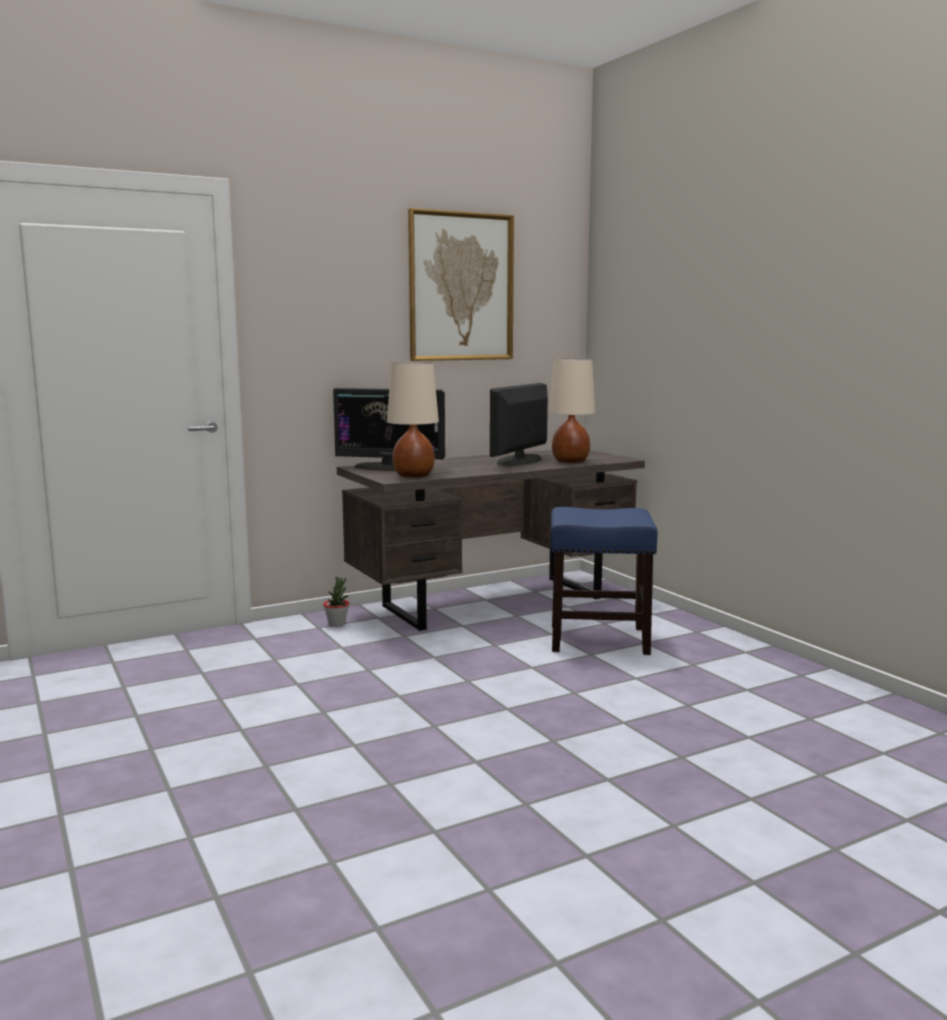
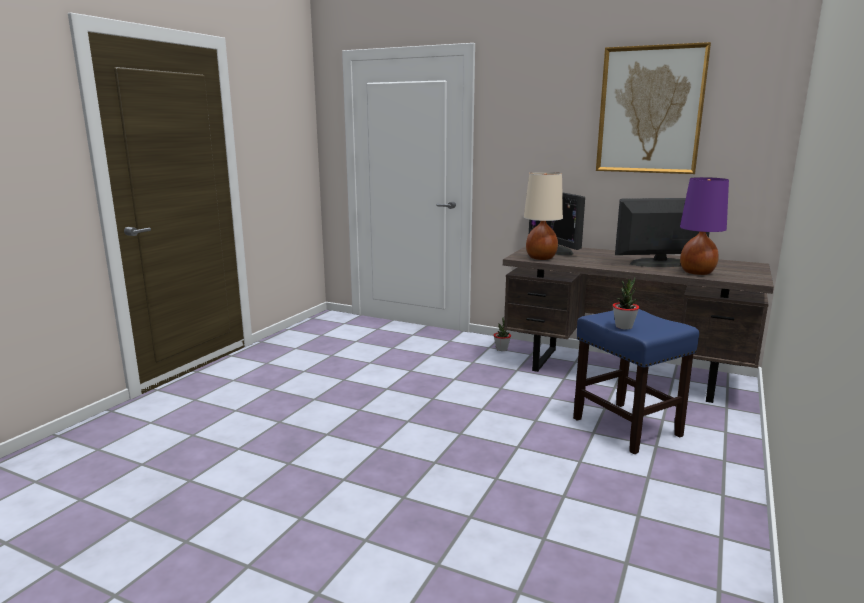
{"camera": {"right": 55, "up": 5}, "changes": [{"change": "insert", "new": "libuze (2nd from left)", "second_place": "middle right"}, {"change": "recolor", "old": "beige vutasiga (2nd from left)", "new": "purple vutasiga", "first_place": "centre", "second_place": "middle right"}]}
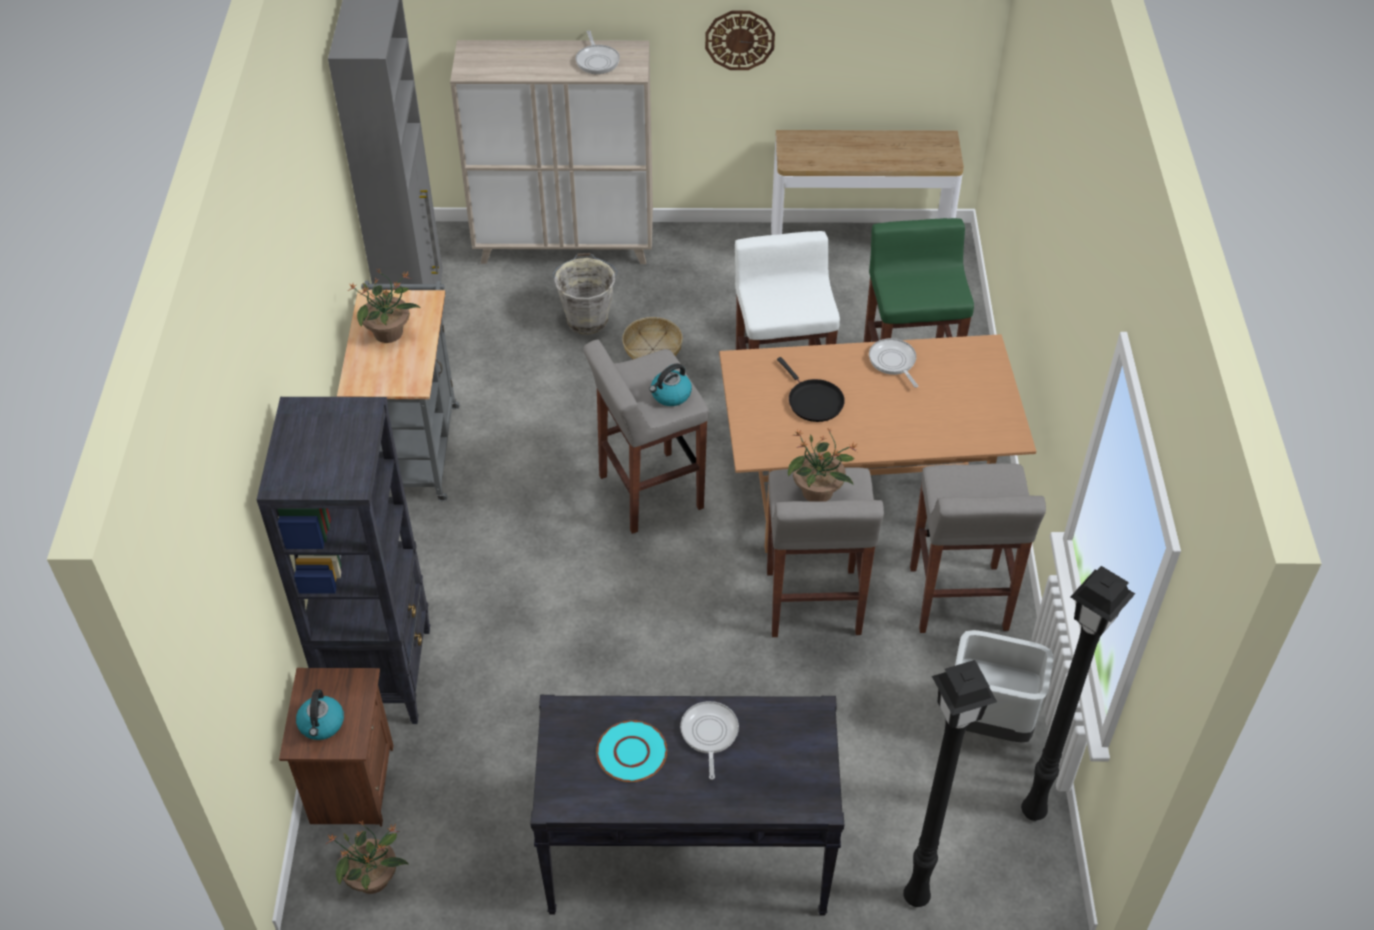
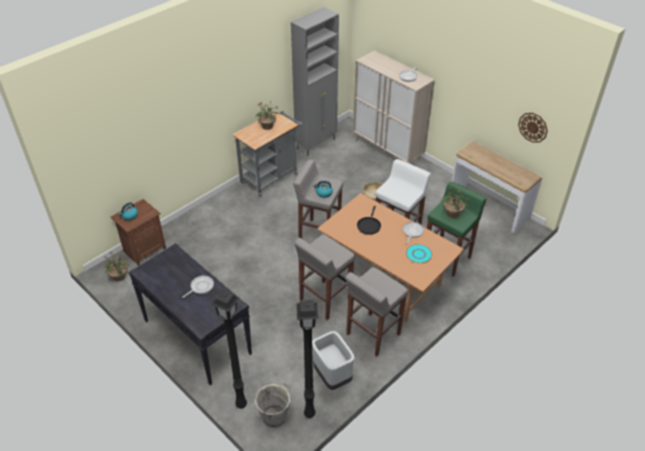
{"camera": {"right": 45, "up": -5}, "changes": [{"change": "delete", "old": "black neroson", "first_place": "middle left"}, {"change": "move", "old": "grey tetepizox", "first_place": "top centre", "second_place": "bottom centre"}, {"change": "move", "old": "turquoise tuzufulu", "first_place": "bottom centre", "second_place": "centre"}, {"change": "move", "old": "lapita", "first_place": "top centre", "second_place": "top right"}, {"change": "move", "old": "libuze (3rd from left)", "first_place": "centre", "second_place": "middle right"}]}
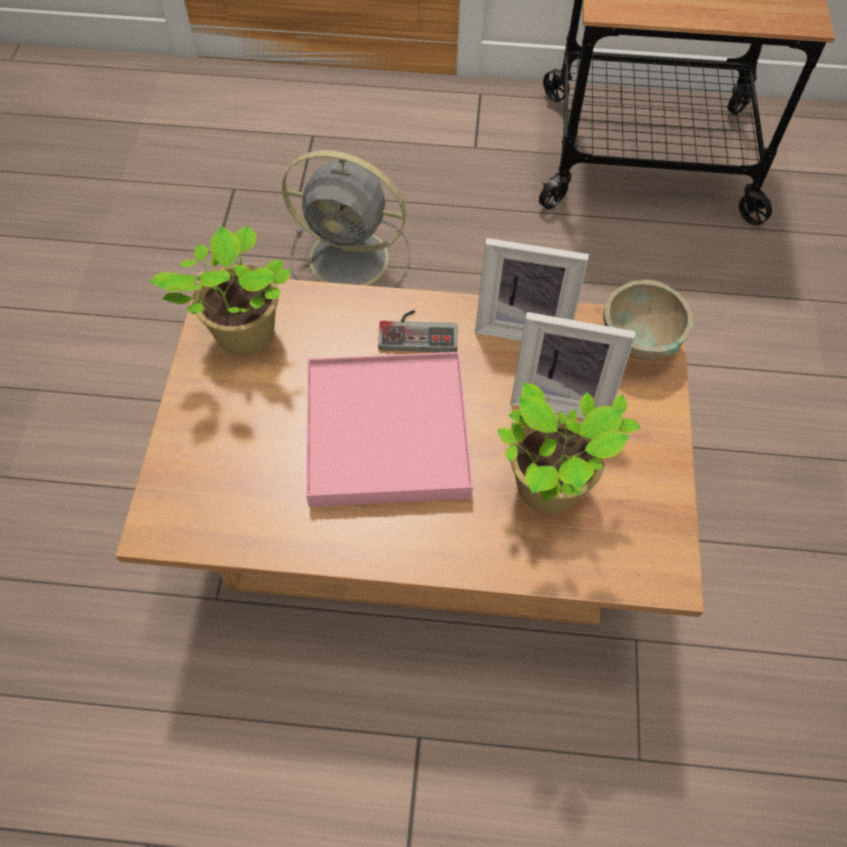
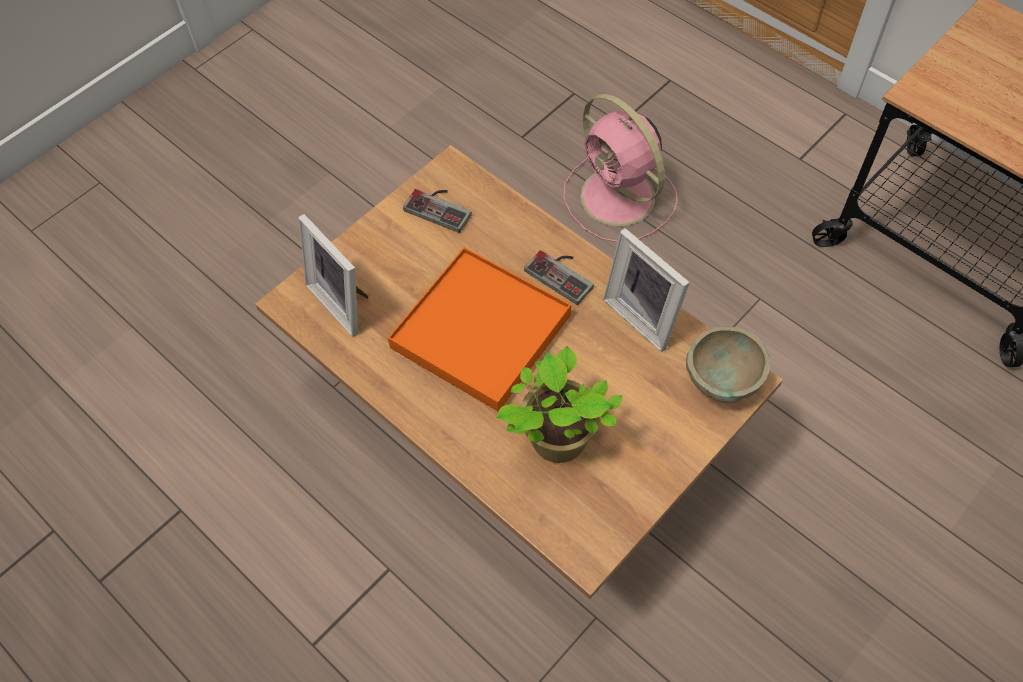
{"camera": {"right": 40, "up": 0}, "changes": [{"change": "move", "old": "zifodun (2nd from left in the first image)", "new": "zifodun (1st from left)", "first_place": "middle right", "second_place": "middle left"}, {"change": "replace", "old": "libuze (1st from left)", "new": "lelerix (1st from left)", "first_place": "middle left", "second_place": "top centre"}, {"change": "recolor", "old": "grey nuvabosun", "new": "pink nuvabosun", "first_place": "top centre", "second_place": "top centre"}, {"change": "recolor", "old": "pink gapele", "new": "orange gapele", "first_place": "centre", "second_place": "centre"}]}
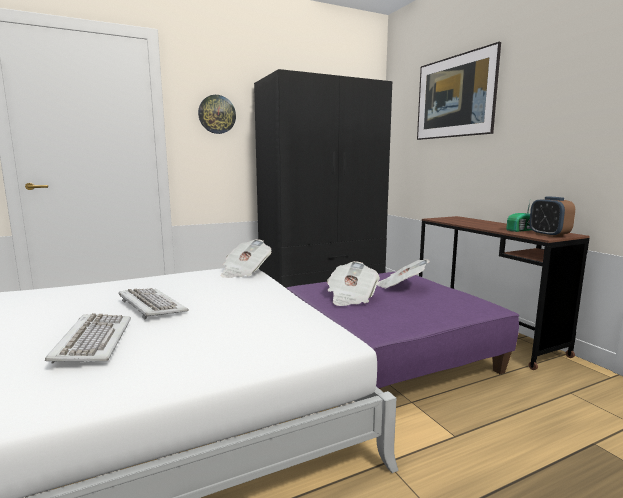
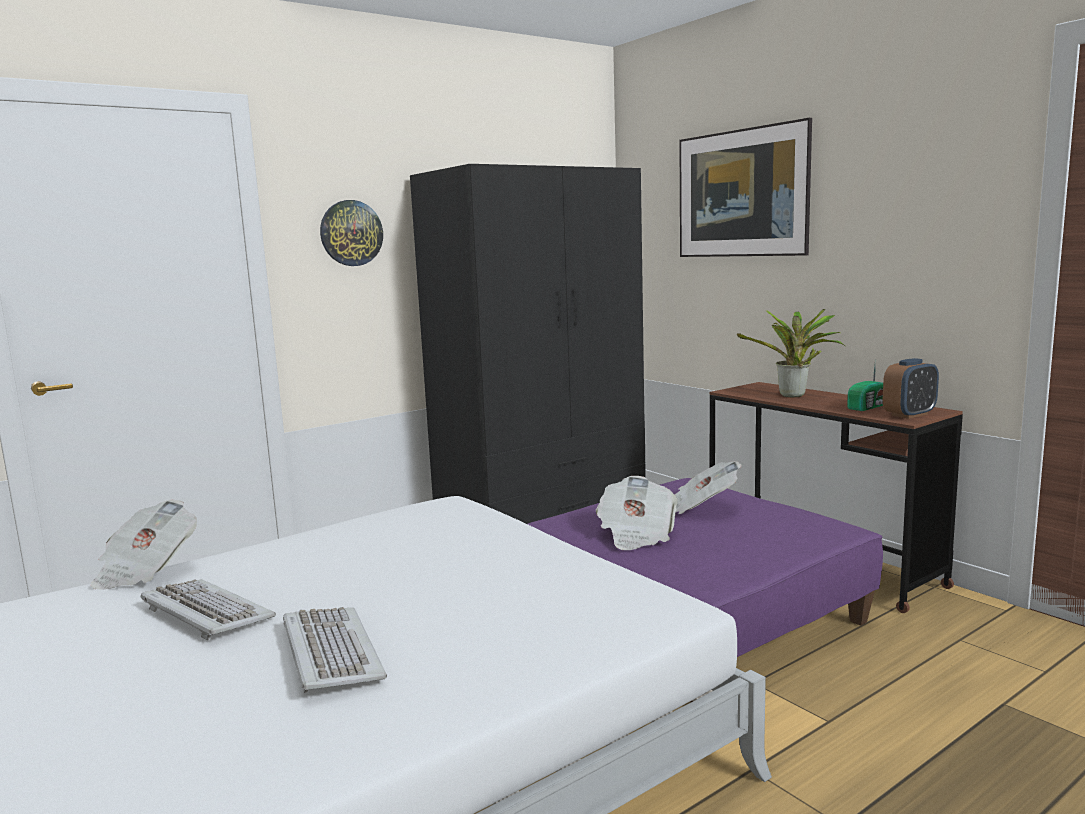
{"camera": {"right": -10, "up": 0}, "changes": [{"change": "insert", "new": "libuze", "second_place": "middle right"}, {"change": "move", "old": "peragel (2nd from left in the first image)", "new": "peragel (1st from left)", "first_place": "middle left", "second_place": "bottom left"}, {"change": "move", "old": "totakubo (1st from left)", "first_place": "centre", "second_place": "bottom left"}, {"change": "rotate", "old": "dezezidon", "first_place": "middle right", "second_place": "middle right", "degrees": -90}]}
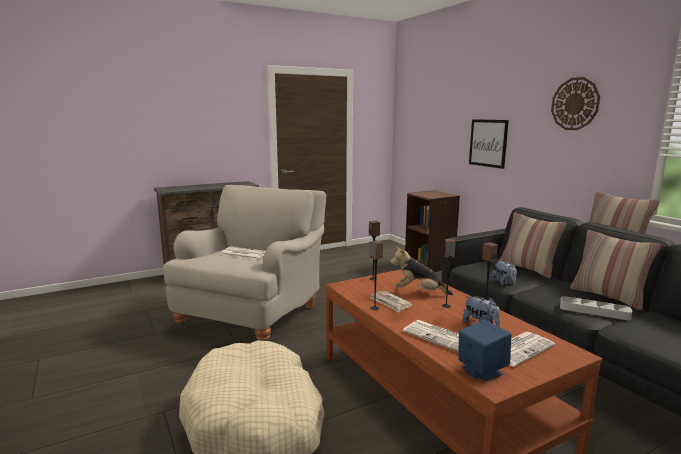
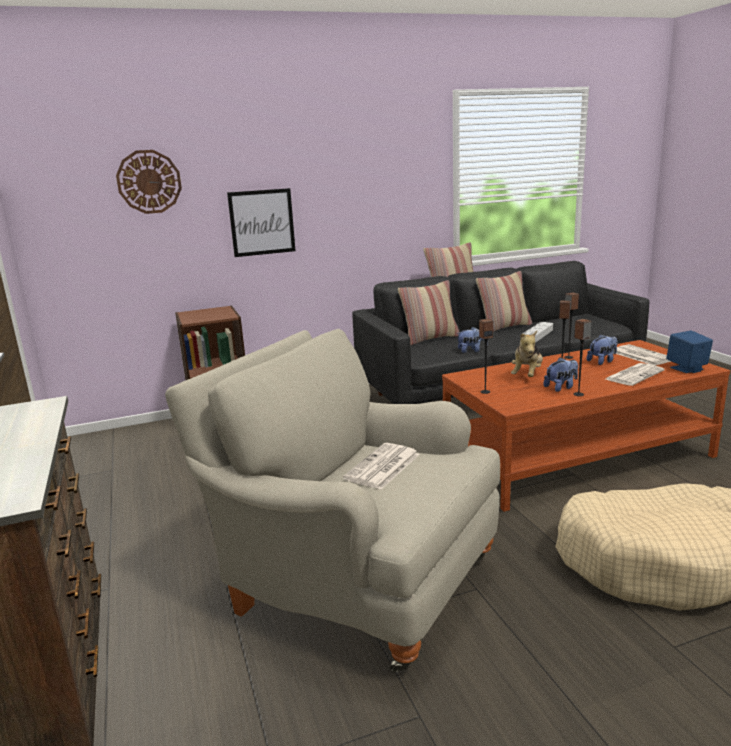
{"camera": {"right": -80, "up": 5}, "changes": [{"change": "move", "old": "lapita", "first_place": "top right", "second_place": "top left"}, {"change": "replace", "old": "totakubo (2nd from left)", "new": "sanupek (3rd from left)", "first_place": "centre", "second_place": "middle right"}]}
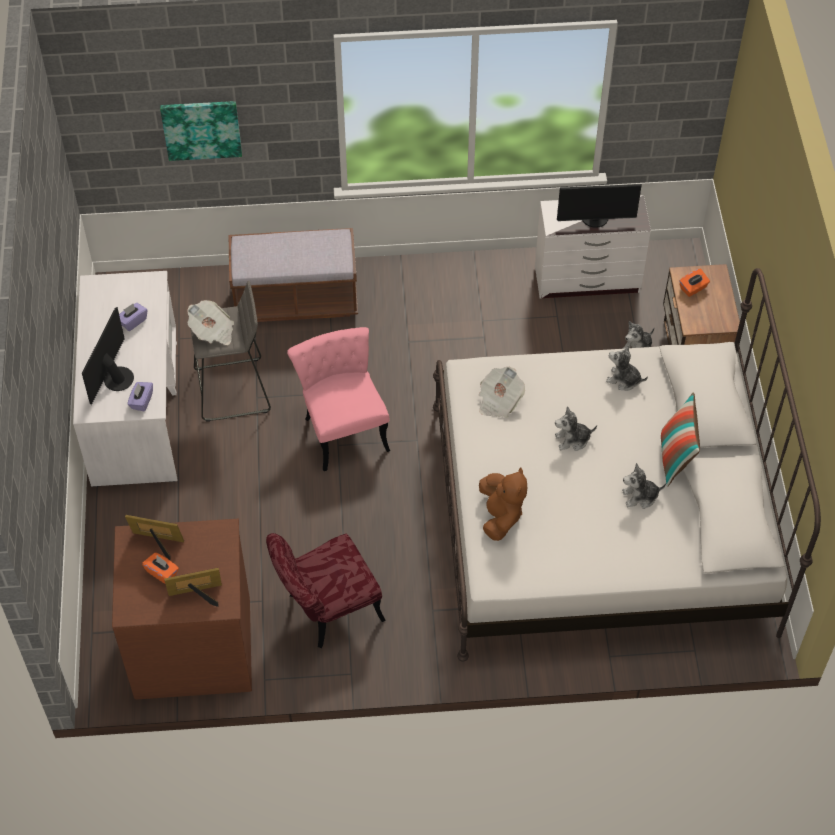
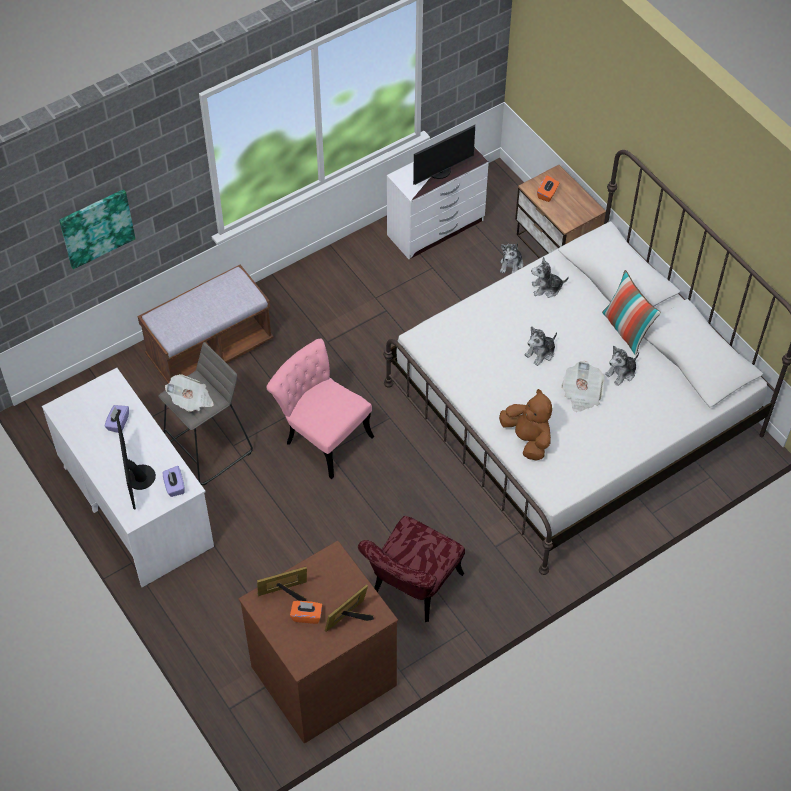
{"camera": {"right": -30, "up": 0}, "changes": [{"change": "move", "old": "totakubo (2nd from left)", "first_place": "centre", "second_place": "middle right"}]}
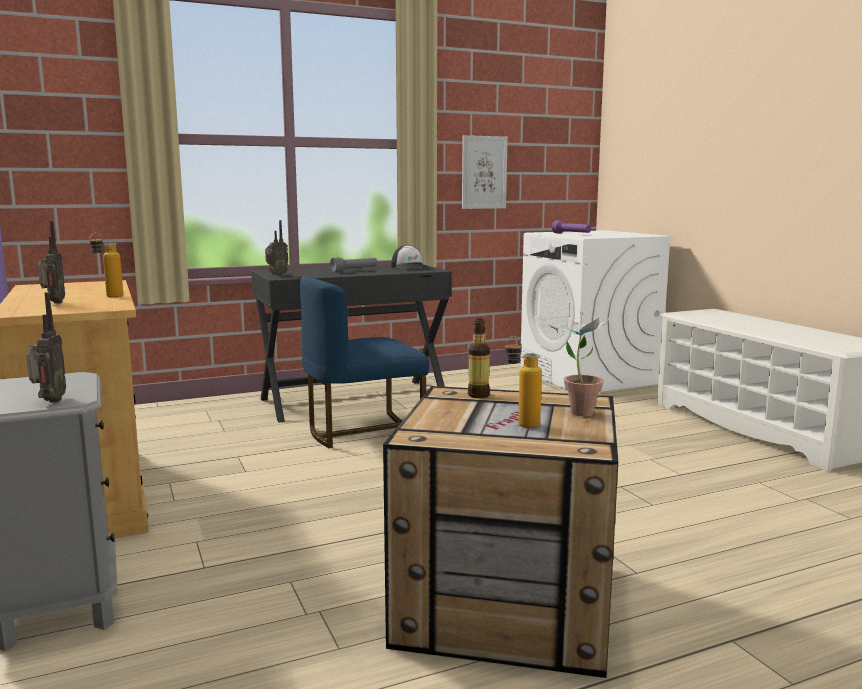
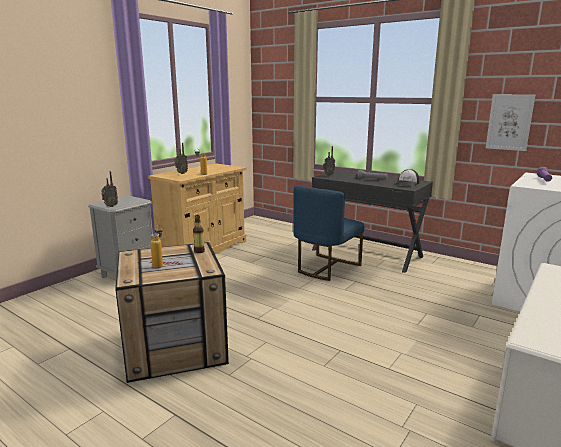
{"camera": {"right": 60, "up": 5}, "changes": [{"change": "delete", "old": "libuze", "first_place": "middle right"}, {"change": "rotate", "old": "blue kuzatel", "first_place": "centre", "second_place": "centre", "degrees": -90}]}
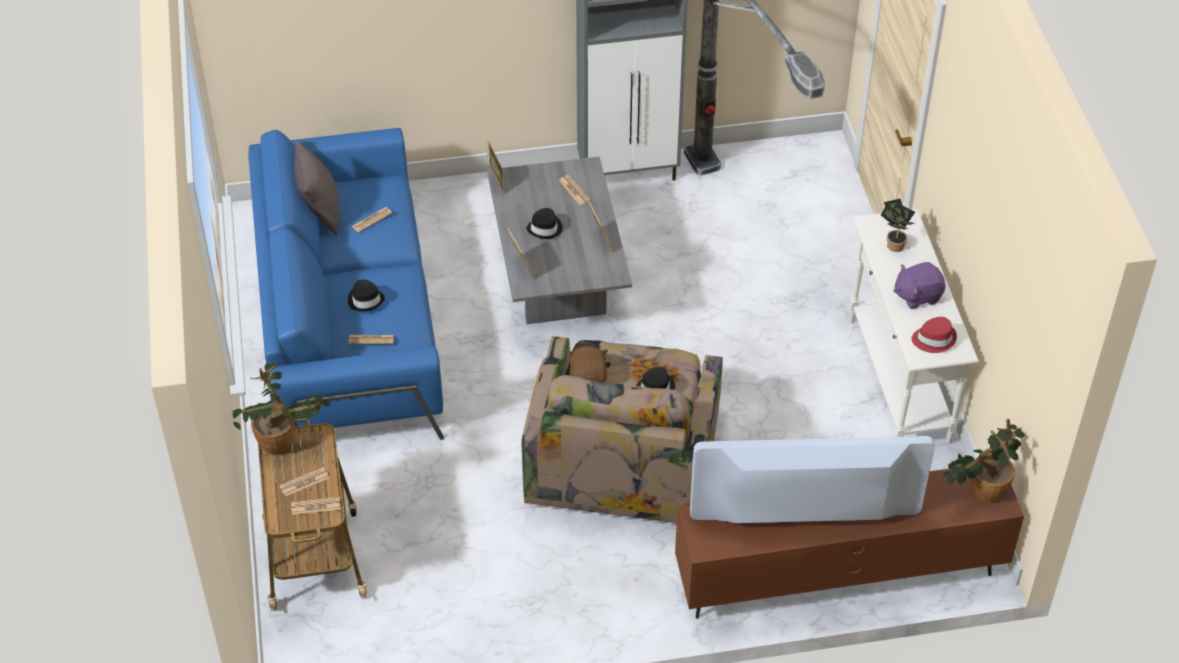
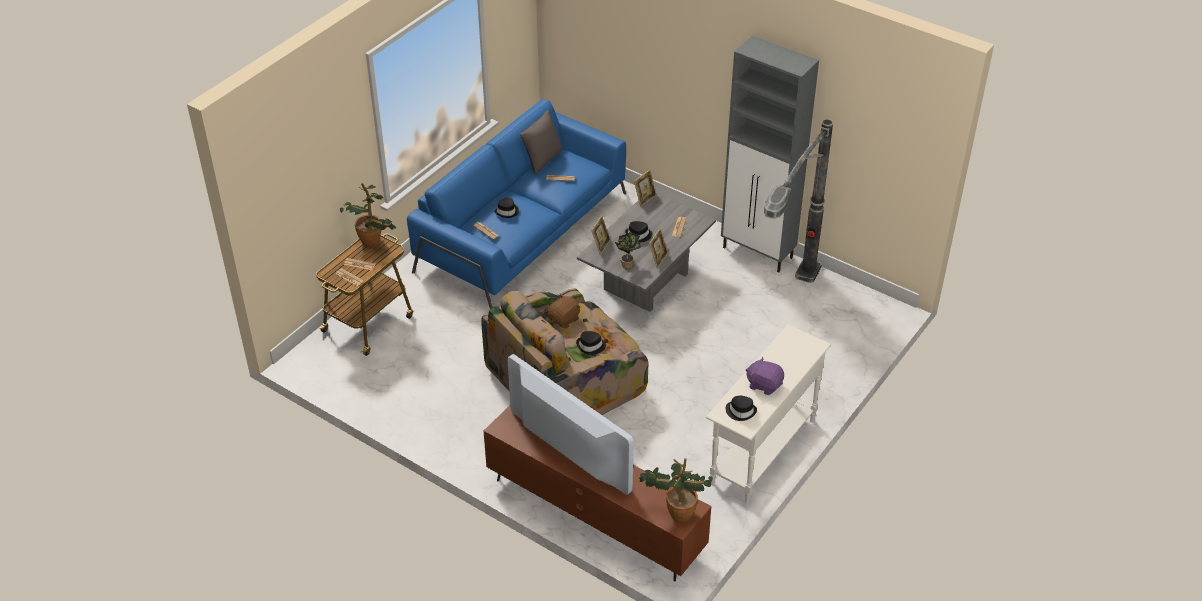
{"camera": {"right": 45, "up": -5}, "changes": [{"change": "move", "old": "libuze (2nd from left)", "first_place": "middle right", "second_place": "centre"}, {"change": "recolor", "old": "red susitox", "new": "black susitox (4th from left)", "first_place": "middle right", "second_place": "bottom centre"}]}
